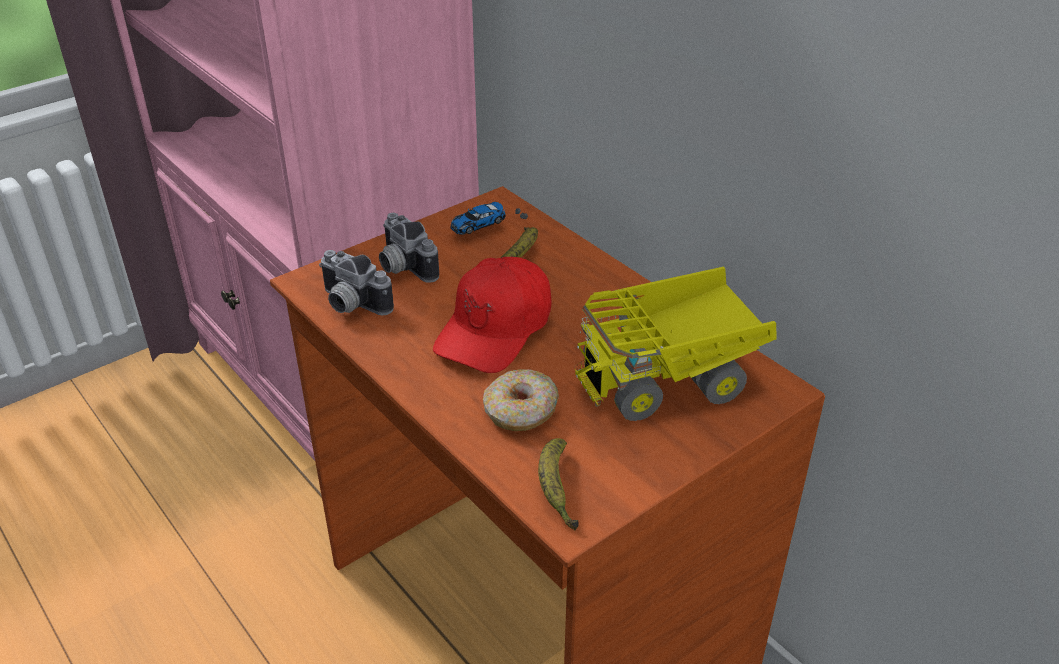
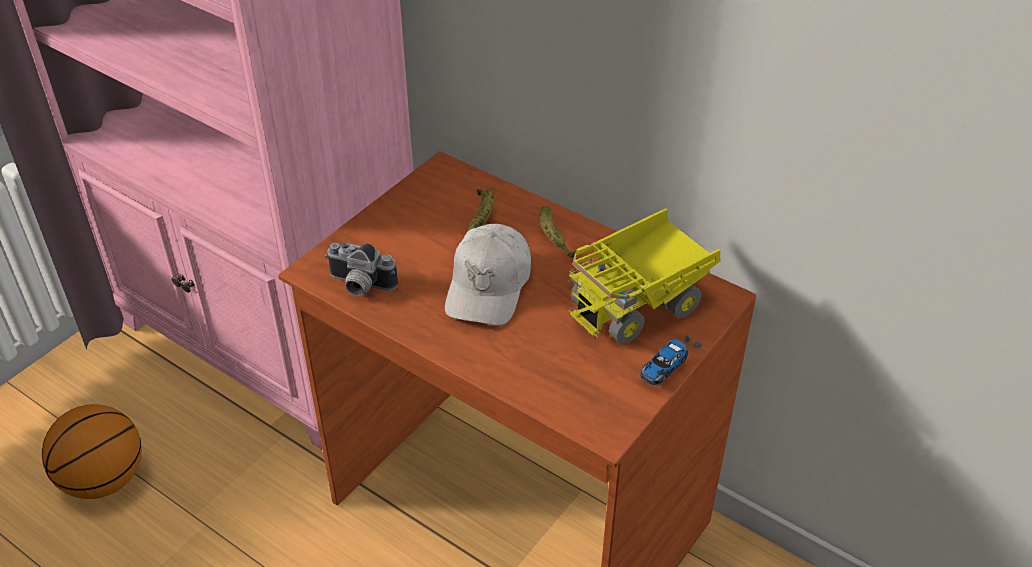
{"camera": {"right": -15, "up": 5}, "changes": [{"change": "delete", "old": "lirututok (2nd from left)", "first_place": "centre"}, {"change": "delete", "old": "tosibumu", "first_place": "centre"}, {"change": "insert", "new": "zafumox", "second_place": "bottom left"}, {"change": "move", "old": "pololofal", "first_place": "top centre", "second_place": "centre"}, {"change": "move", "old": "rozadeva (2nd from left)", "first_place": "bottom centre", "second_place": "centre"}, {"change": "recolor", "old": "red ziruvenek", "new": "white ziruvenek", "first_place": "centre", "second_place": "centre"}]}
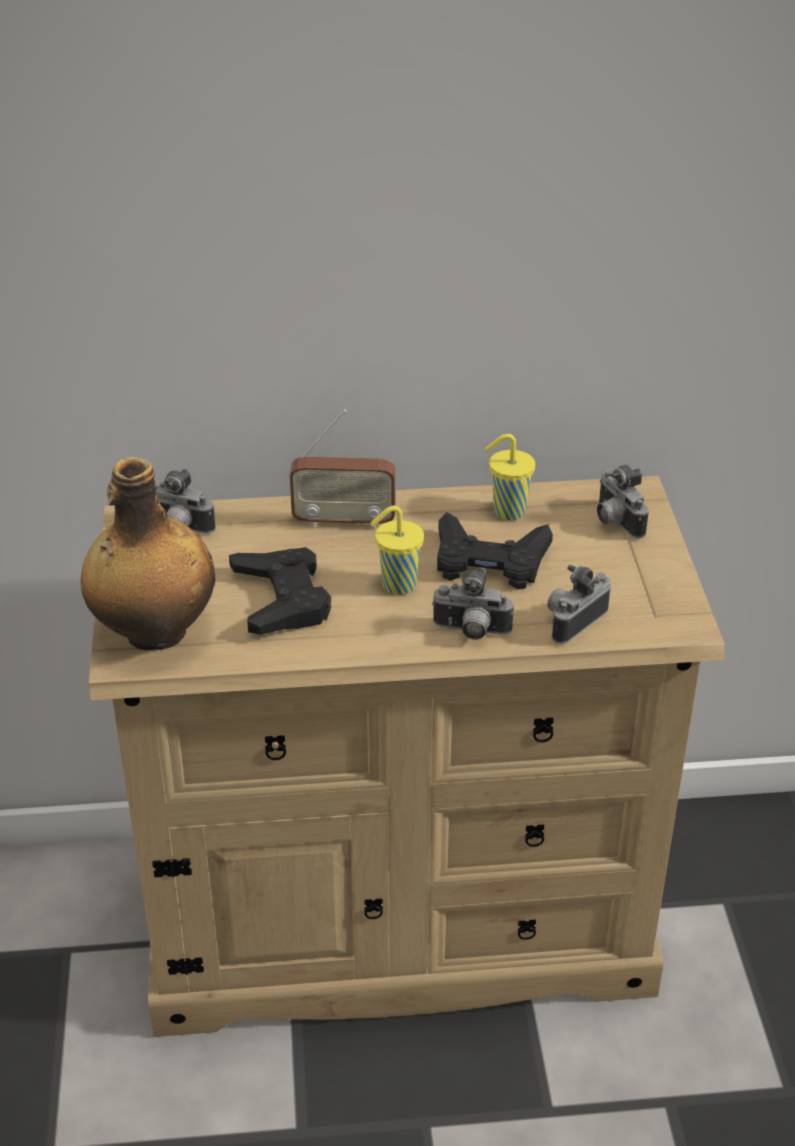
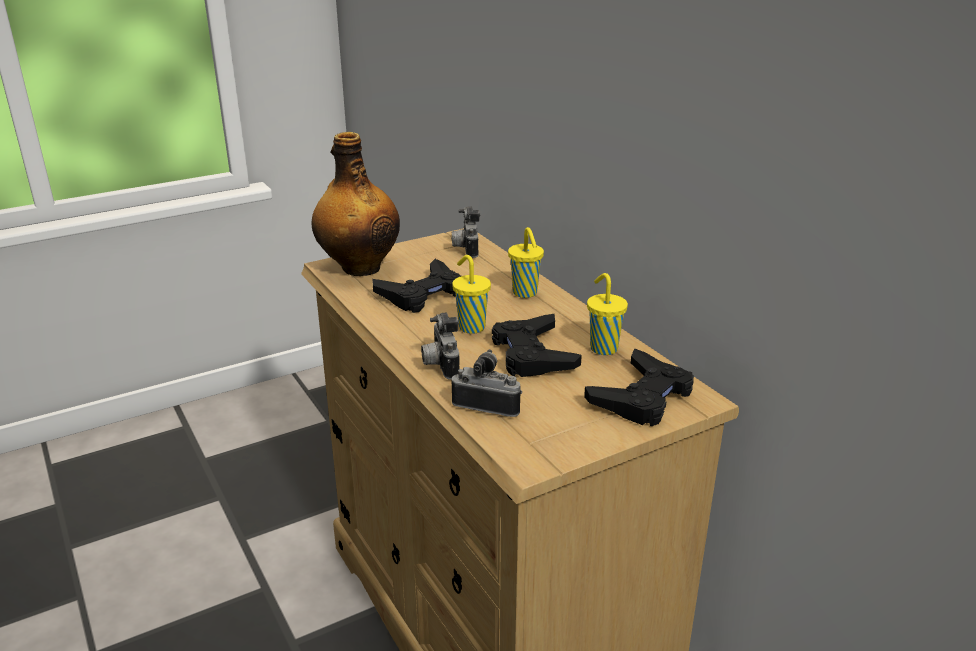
{"camera": {"right": 65, "up": -10}, "changes": [{"change": "replace", "old": "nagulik", "new": "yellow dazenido (2nd from left)", "first_place": "centre", "second_place": "centre"}, {"change": "replace", "old": "lirututok (4th from left)", "new": "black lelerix (3rd from left)", "first_place": "middle right", "second_place": "centre"}]}
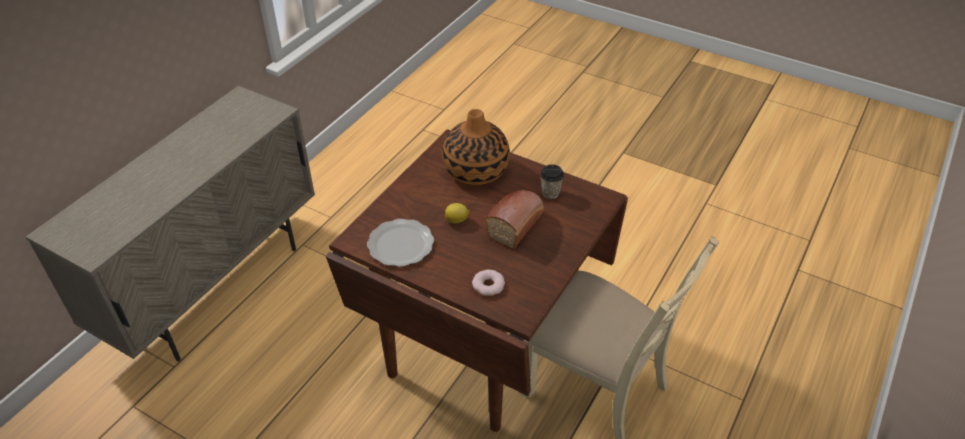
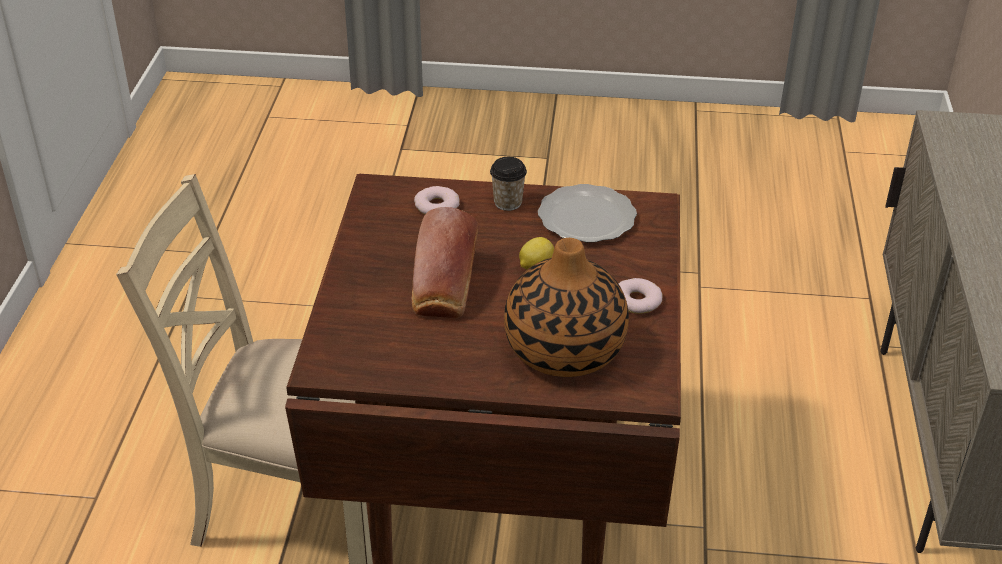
{"camera": {"right": 155, "up": -5}, "changes": [{"change": "insert", "new": "tosibumu (2nd from left)", "second_place": "centre"}, {"change": "move", "old": "dazenido", "first_place": "centre", "second_place": "top centre"}]}
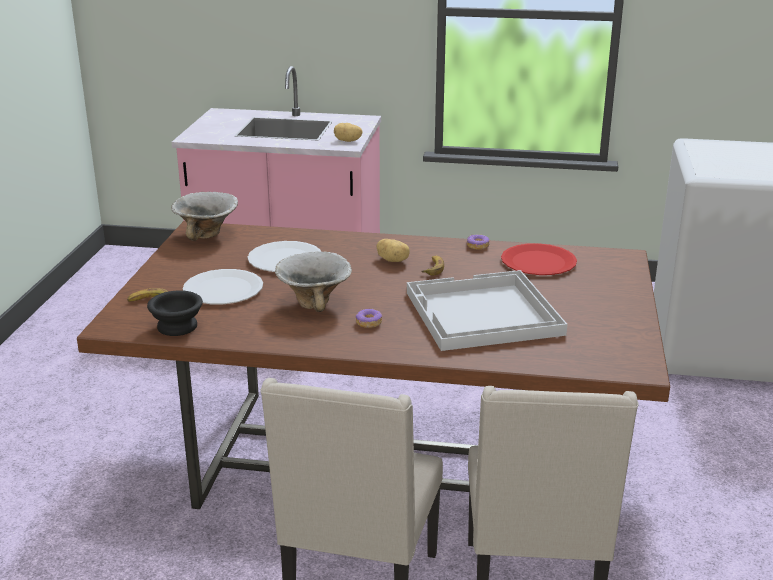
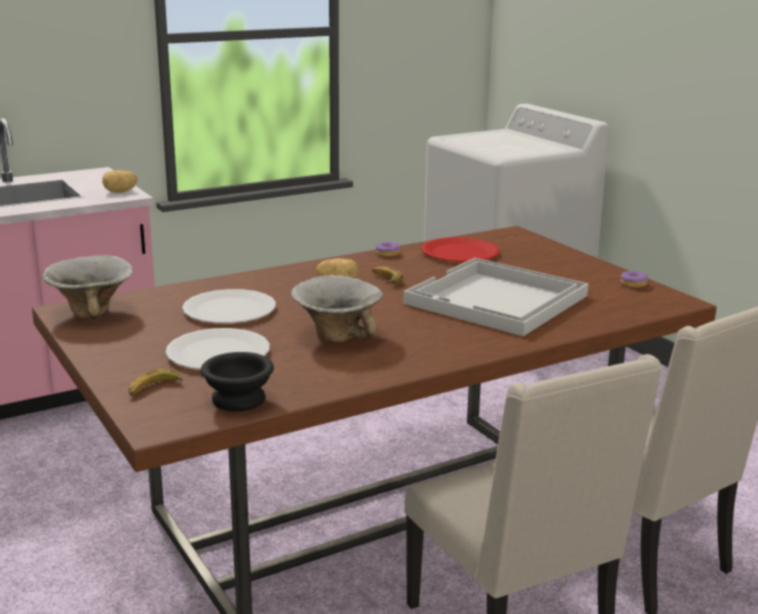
{"camera": {"right": -40, "up": -5}, "changes": [{"change": "move", "old": "tosibumu (1st from left in the first image)", "new": "tosibumu (2nd from left)", "first_place": "centre", "second_place": "middle right"}]}
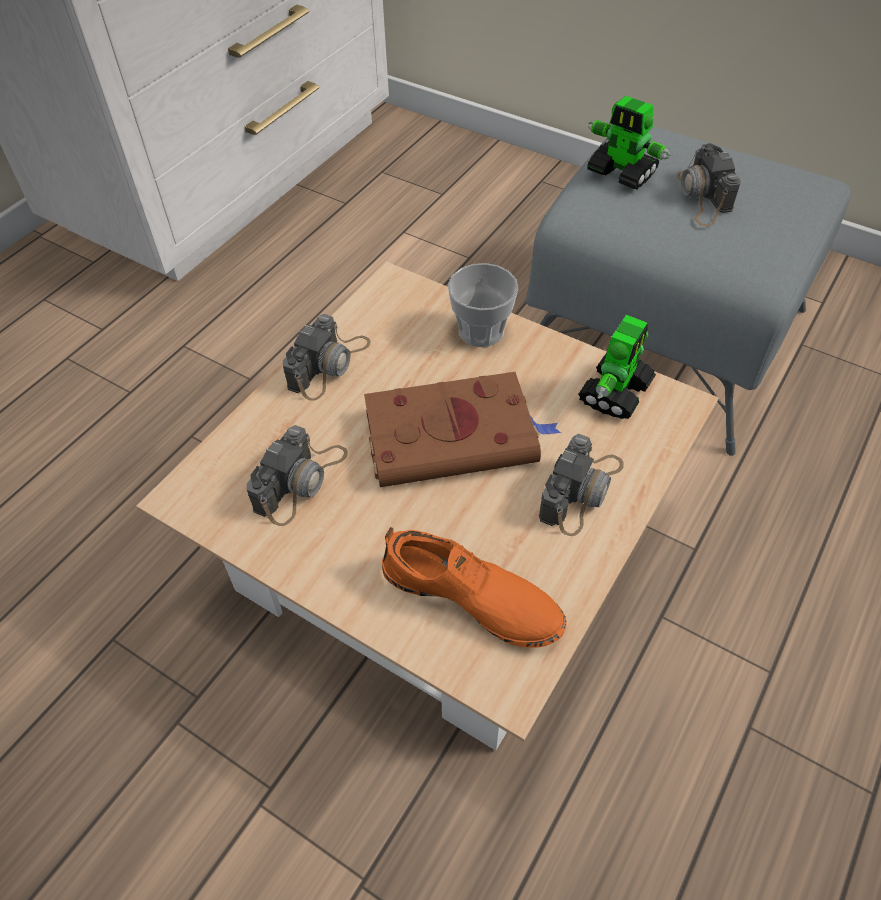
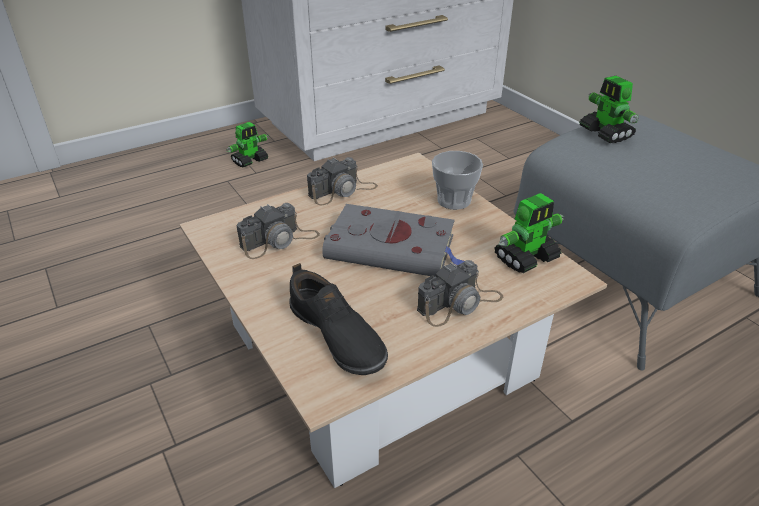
{"camera": {"right": 25, "up": -15}, "changes": [{"change": "delete", "old": "lirututok (4th from left)", "first_place": "top right"}, {"change": "insert", "new": "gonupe (1st from left)", "second_place": "top left"}, {"change": "recolor", "old": "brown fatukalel", "new": "grey fatukalel", "first_place": "centre", "second_place": "centre"}, {"change": "recolor", "old": "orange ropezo", "new": "black ropezo", "first_place": "centre", "second_place": "centre"}]}
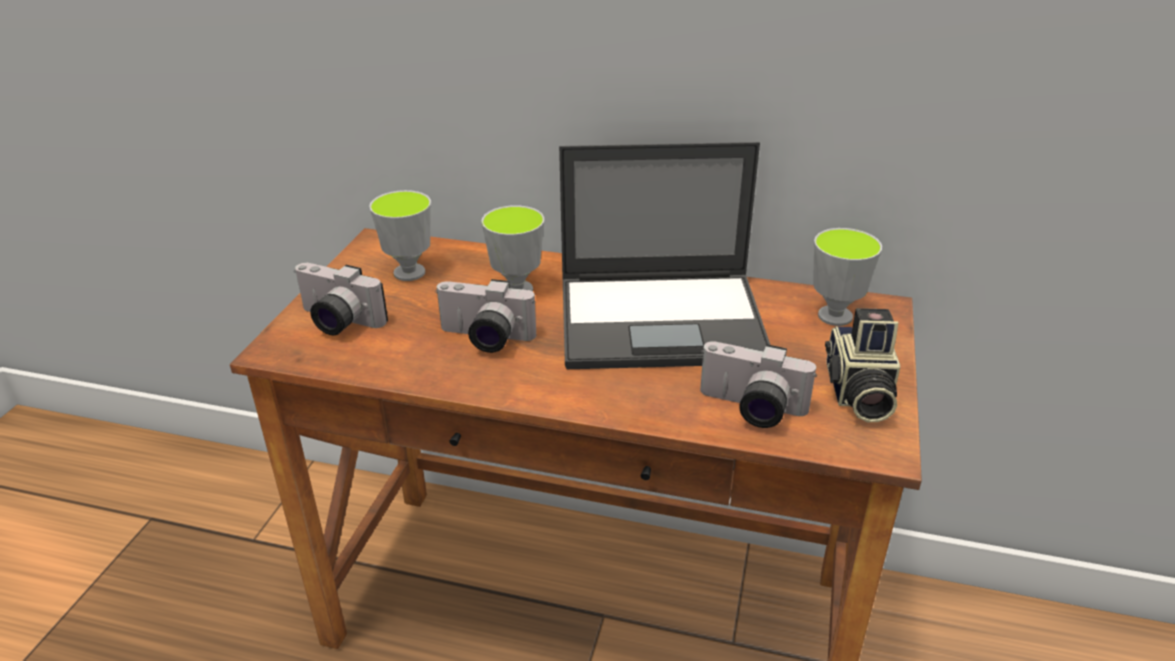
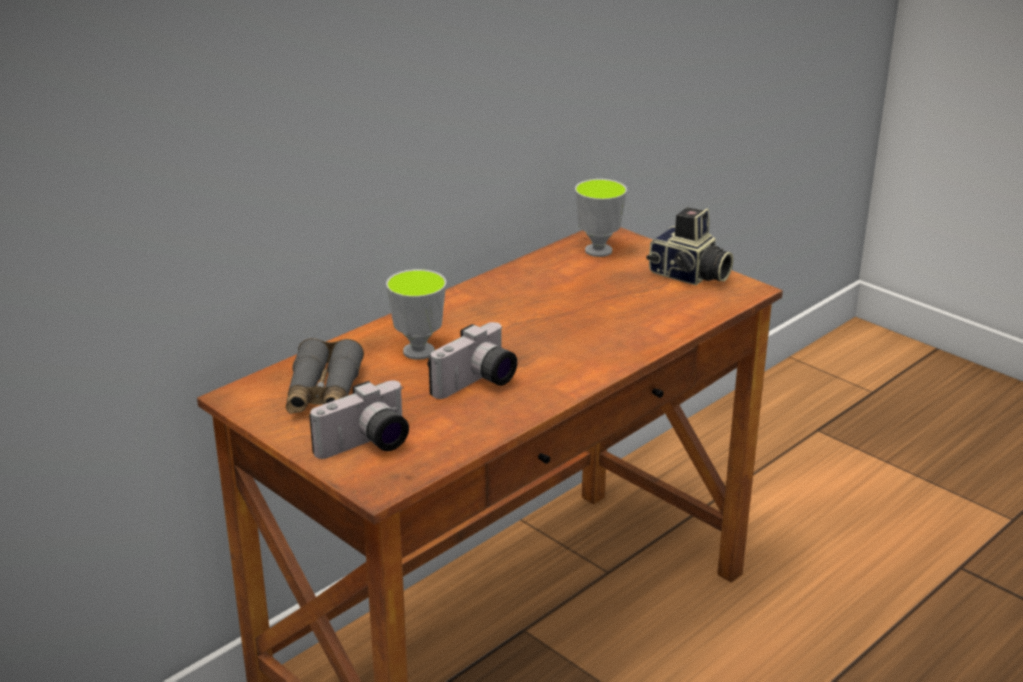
{"camera": {"right": -60, "up": -5}, "changes": [{"change": "delete", "old": "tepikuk", "first_place": "centre"}, {"change": "delete", "old": "lirututok (3rd from left)", "first_place": "centre"}, {"change": "replace", "old": "dazenido (1st from left)", "new": "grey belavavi", "first_place": "centre", "second_place": "middle left"}]}
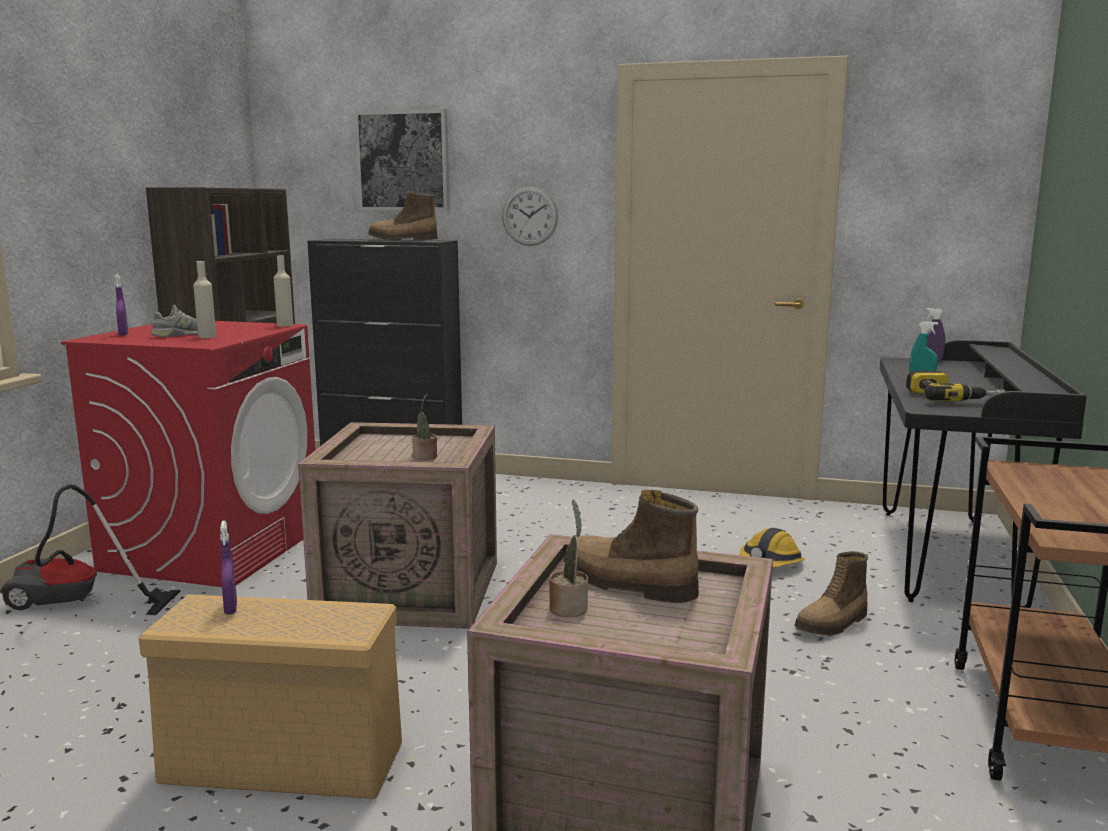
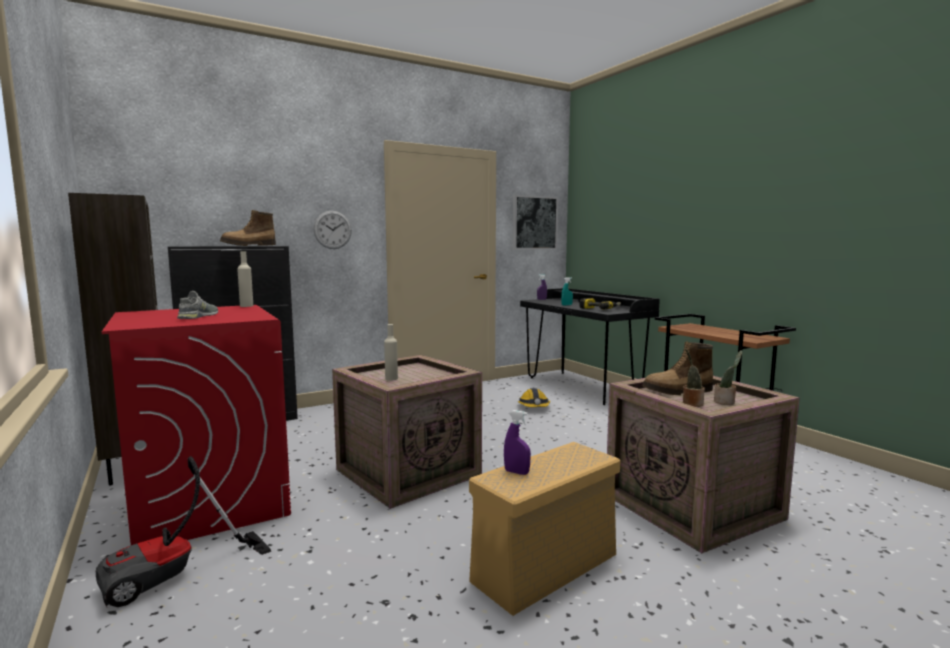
{"camera": {"right": -45, "up": -5}, "changes": [{"change": "delete", "old": "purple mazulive (1st from left)", "first_place": "middle left"}, {"change": "delete", "old": "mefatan (3rd from left)", "first_place": "bottom right"}, {"change": "move", "old": "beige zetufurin (1st from left in the first image)", "new": "beige zetufurin (2nd from left)", "first_place": "middle left", "second_place": "centre"}, {"change": "move", "old": "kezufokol", "first_place": "top centre", "second_place": "centre"}, {"change": "move", "old": "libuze (1st from left in the first image)", "new": "libuze (2nd from left)", "first_place": "centre", "second_place": "middle right"}]}
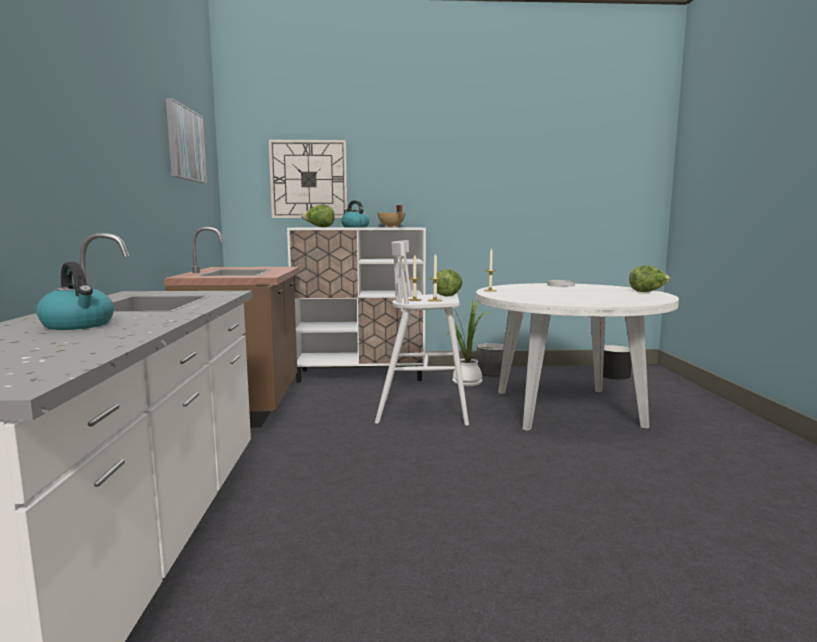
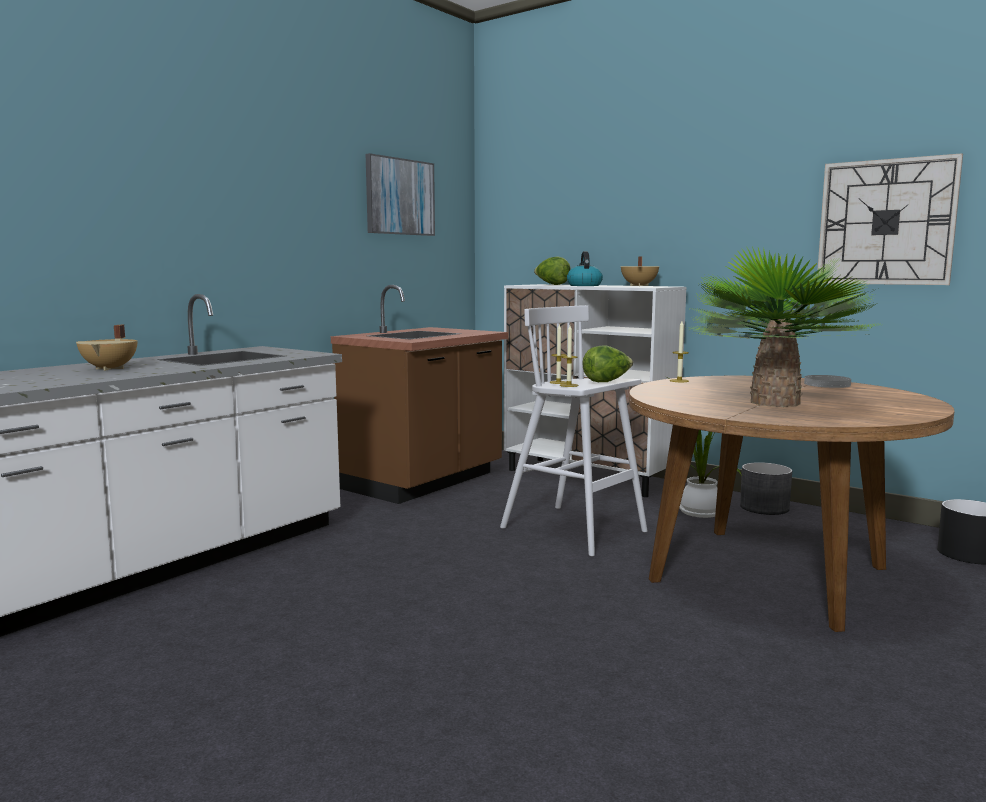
{"camera": {"right": 40, "up": 0}, "changes": [{"change": "delete", "old": "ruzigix (3rd from left)", "first_place": "middle right"}, {"change": "insert", "new": "libuze (2nd from left)", "second_place": "middle right"}, {"change": "move", "old": "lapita", "first_place": "top centre", "second_place": "top right"}, {"change": "replace", "old": "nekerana (1st from left)", "new": "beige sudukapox (1st from left)", "first_place": "middle left", "second_place": "middle left"}, {"change": "recolor", "old": "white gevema", "new": "brown gevema", "first_place": "middle right", "second_place": "middle right"}]}
